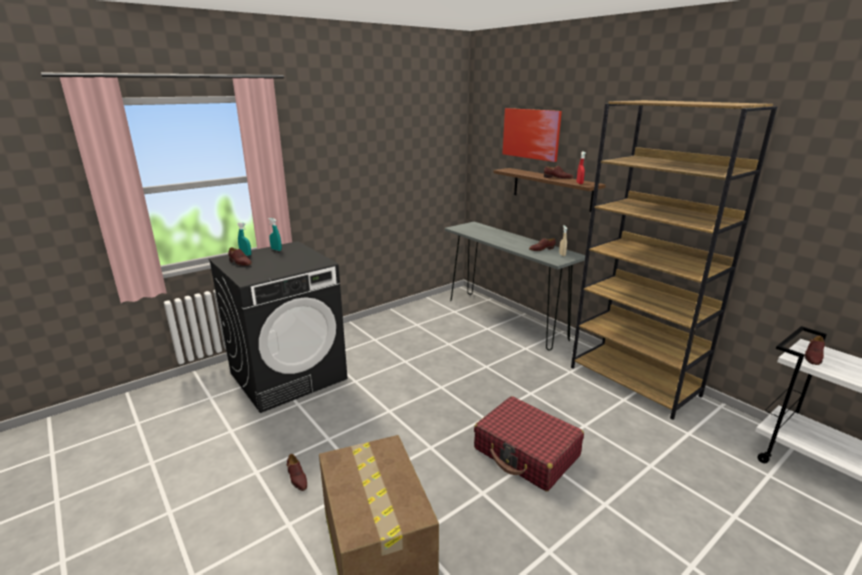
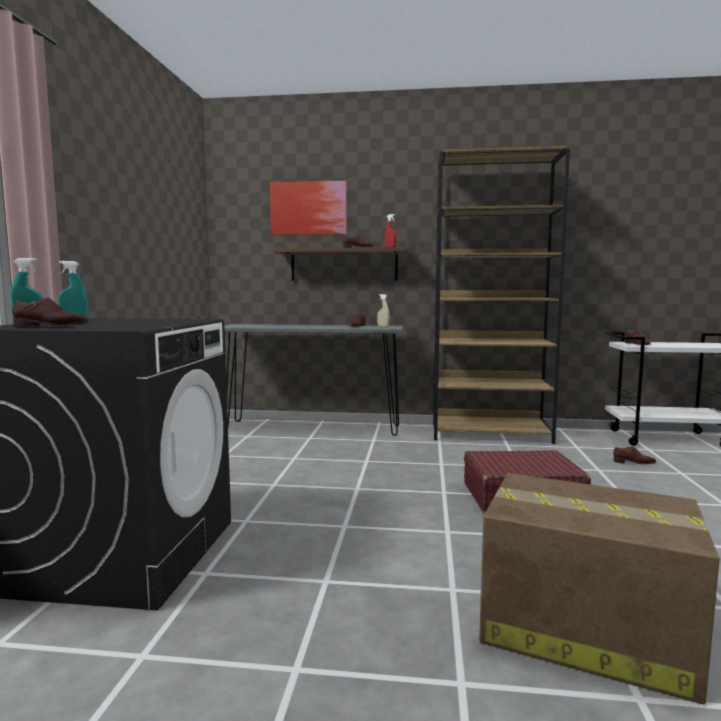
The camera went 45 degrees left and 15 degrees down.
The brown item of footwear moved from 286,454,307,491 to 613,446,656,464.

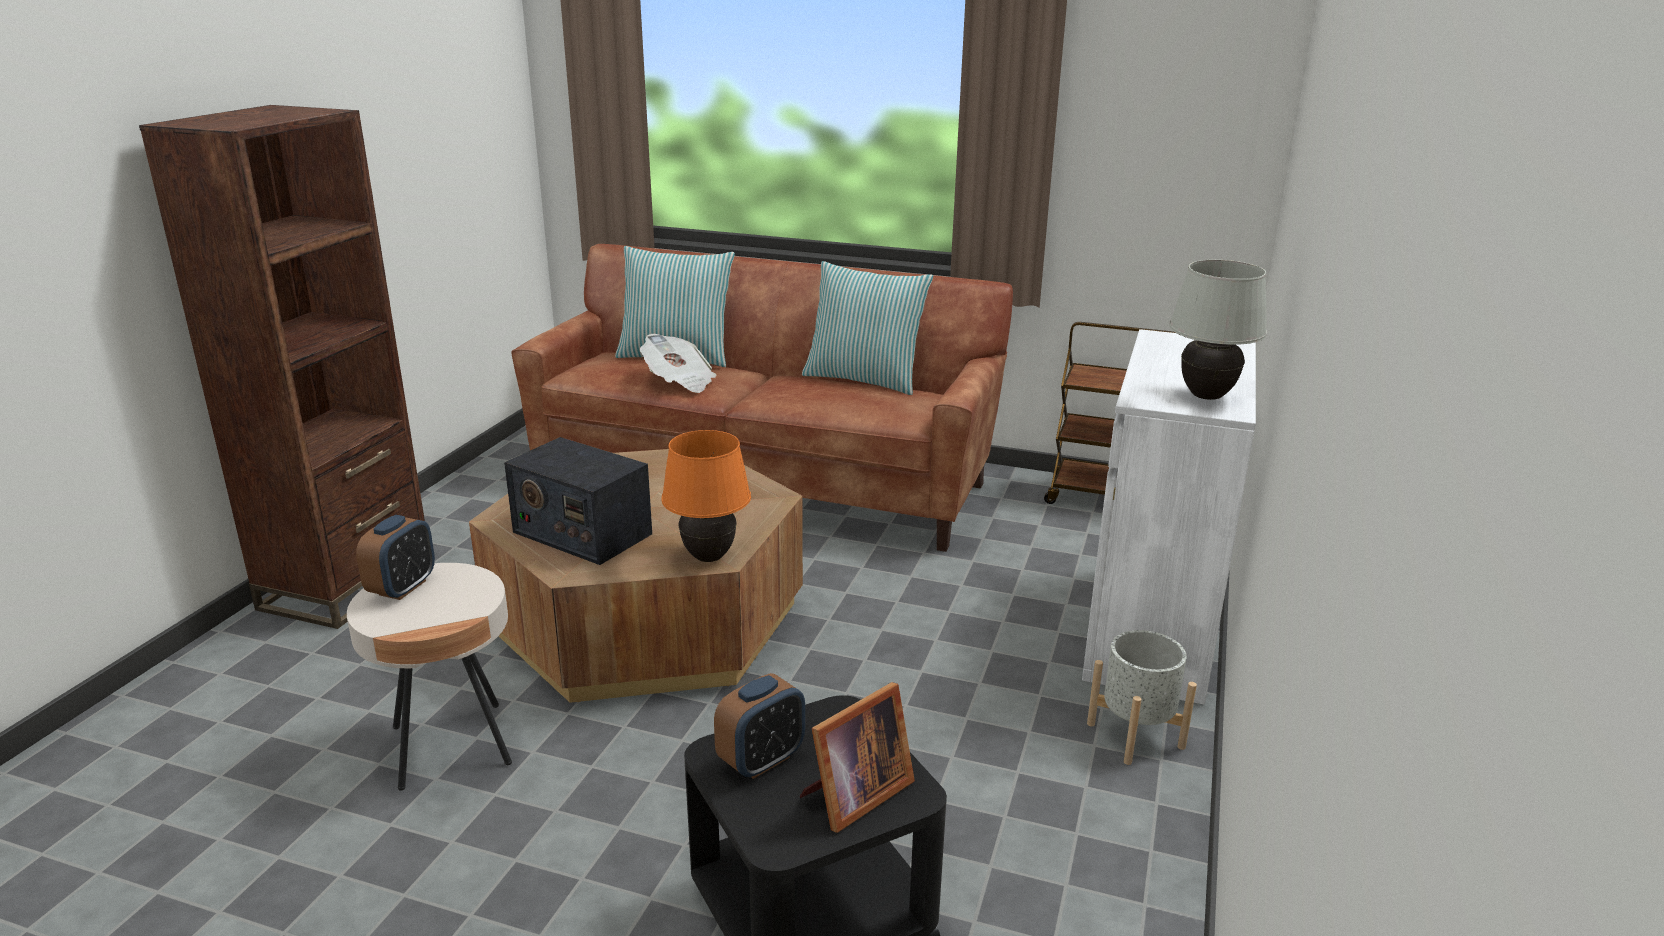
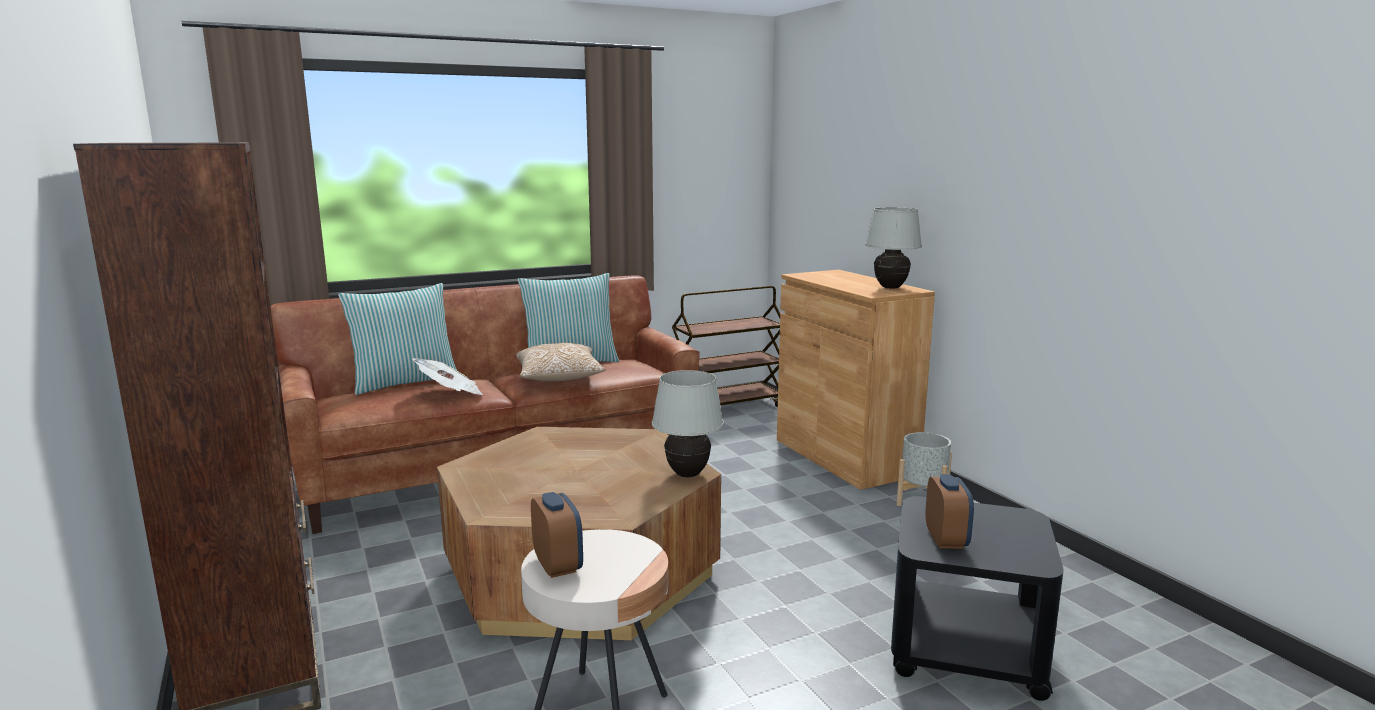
The camera went 45 degrees left and 10 degrees down.
The white-coloured cabinet at 1082,329,1256,705 became the brown cabinet at 777,270,935,490.
The orangey table lamp at 662,430,751,562 became the white-coloured table lamp at 652,370,724,477.
The radio set at 504,437,652,565 disappeared.
The picture frame at 799,682,915,833 disappeared.
The pillow at 516,343,606,381 appeared.

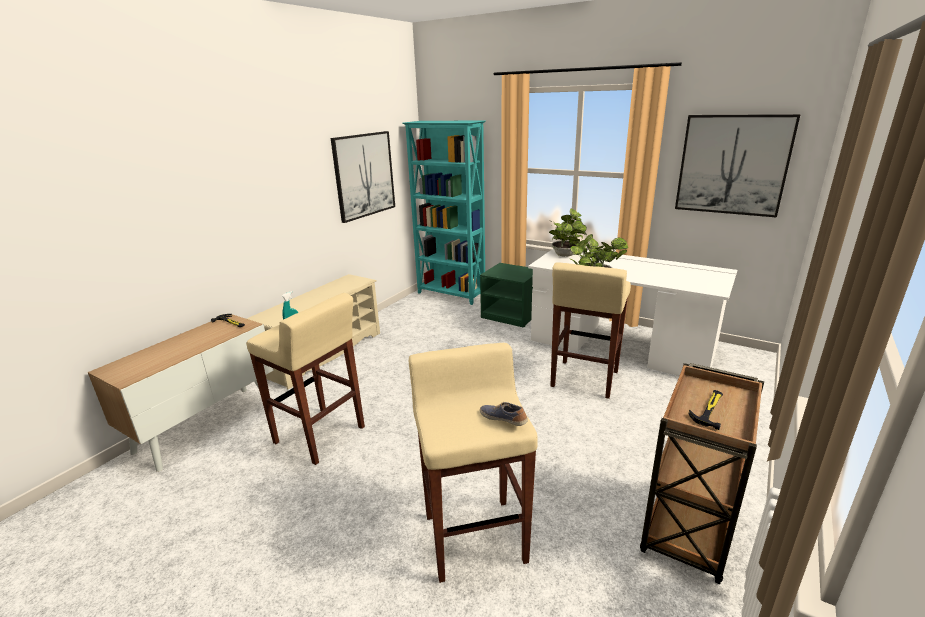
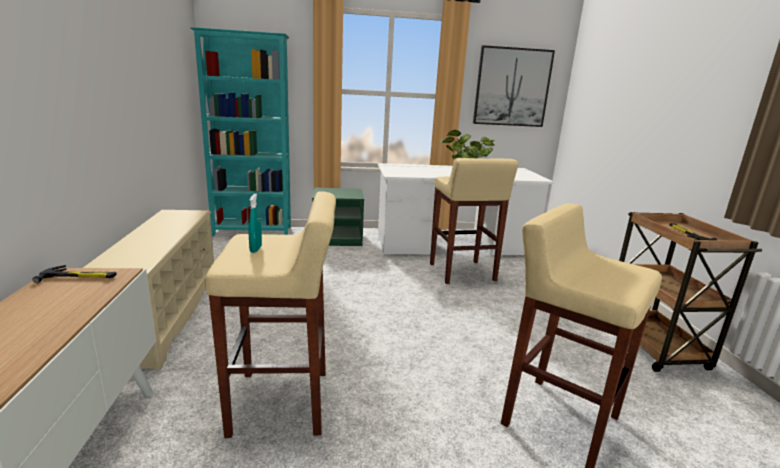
The camera went 40 degrees left and 5 degrees down.
The wall picture at 331,131,395,223 disappeared.
The potted plant at 549,209,587,257 disappeared.
The item of footwear at 480,402,528,426 disappeared.

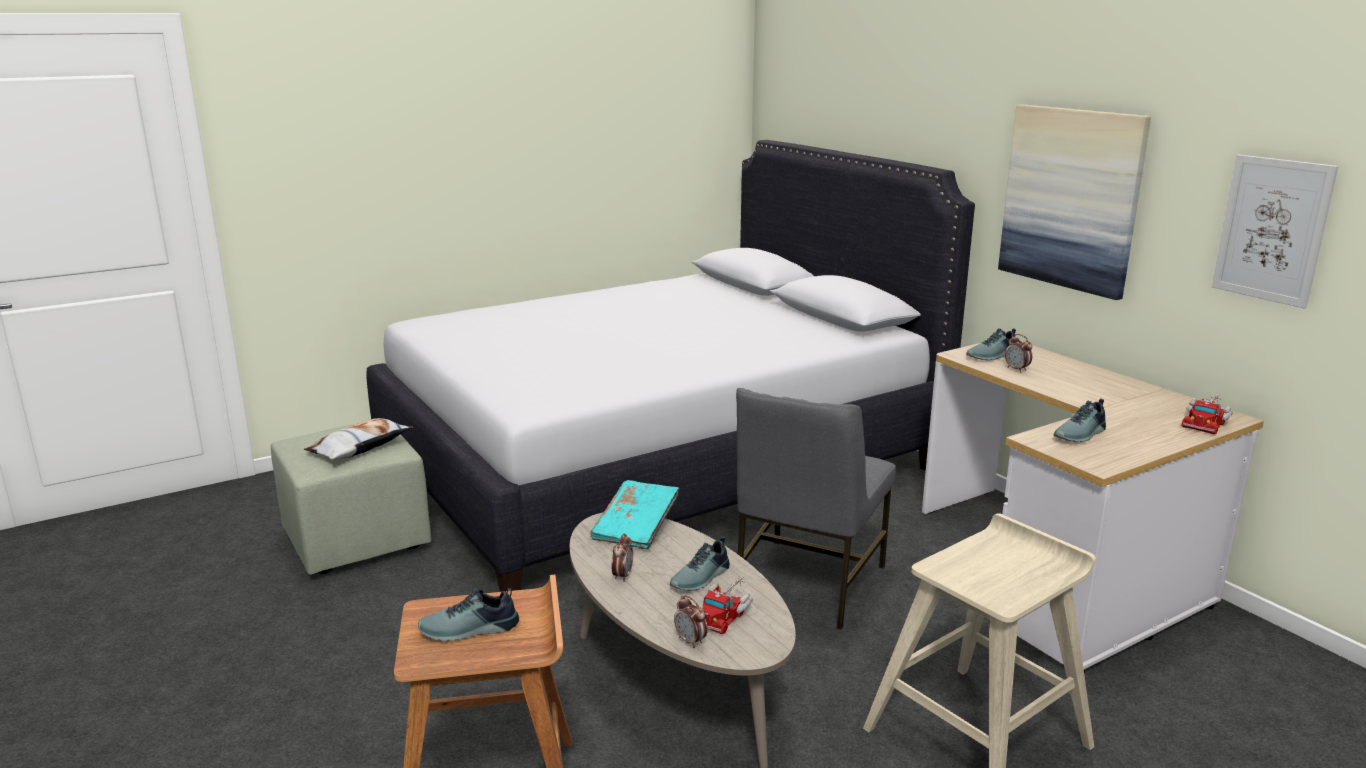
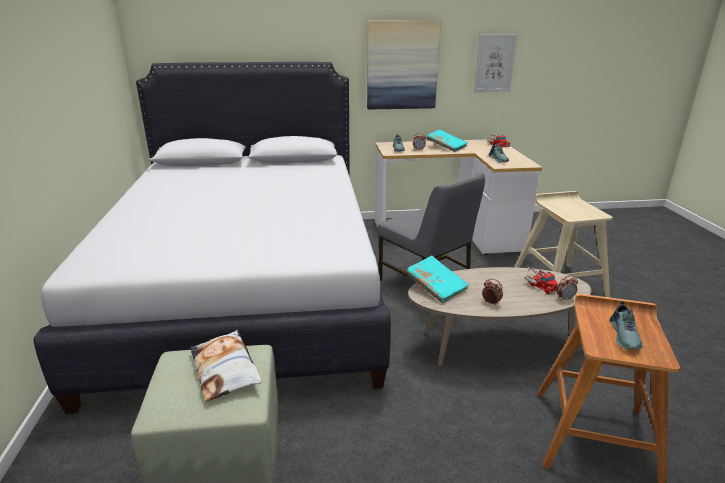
The camera went 65 degrees left and 5 degrees up.
The item of footwear at 669,536,730,591 disappeared.
The turquoise book at 426,129,468,152 appeared.

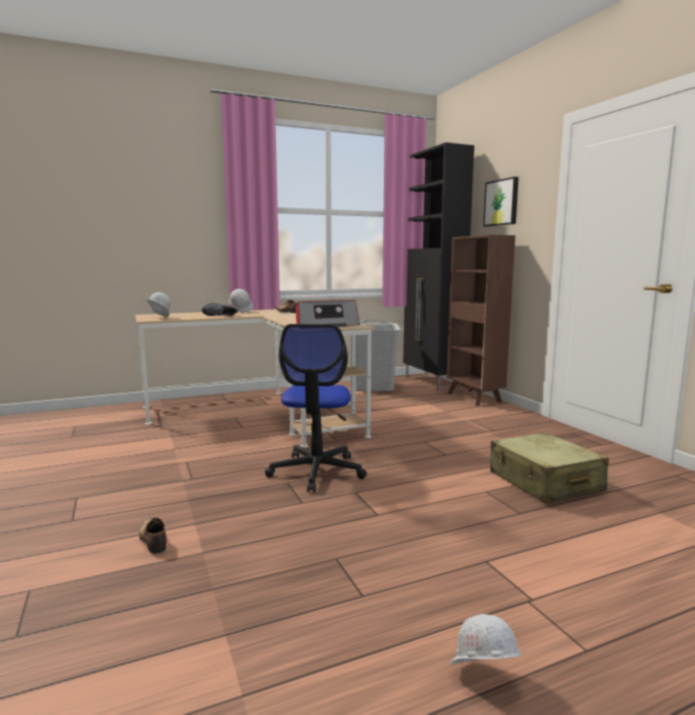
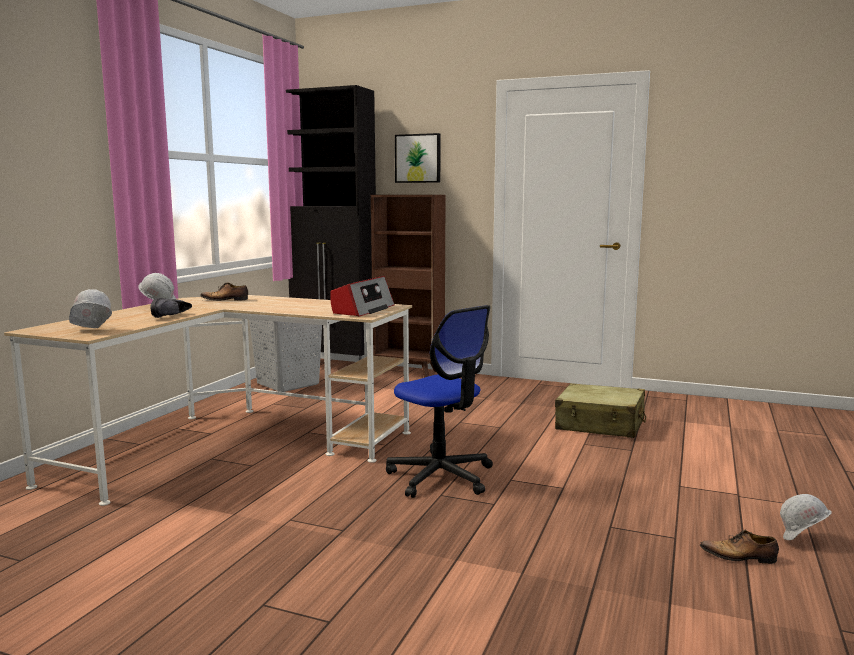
The camera went 45 degrees left and 0 degrees up.
The item of footwear moved from 139,517,167,554 to 700,530,779,564.

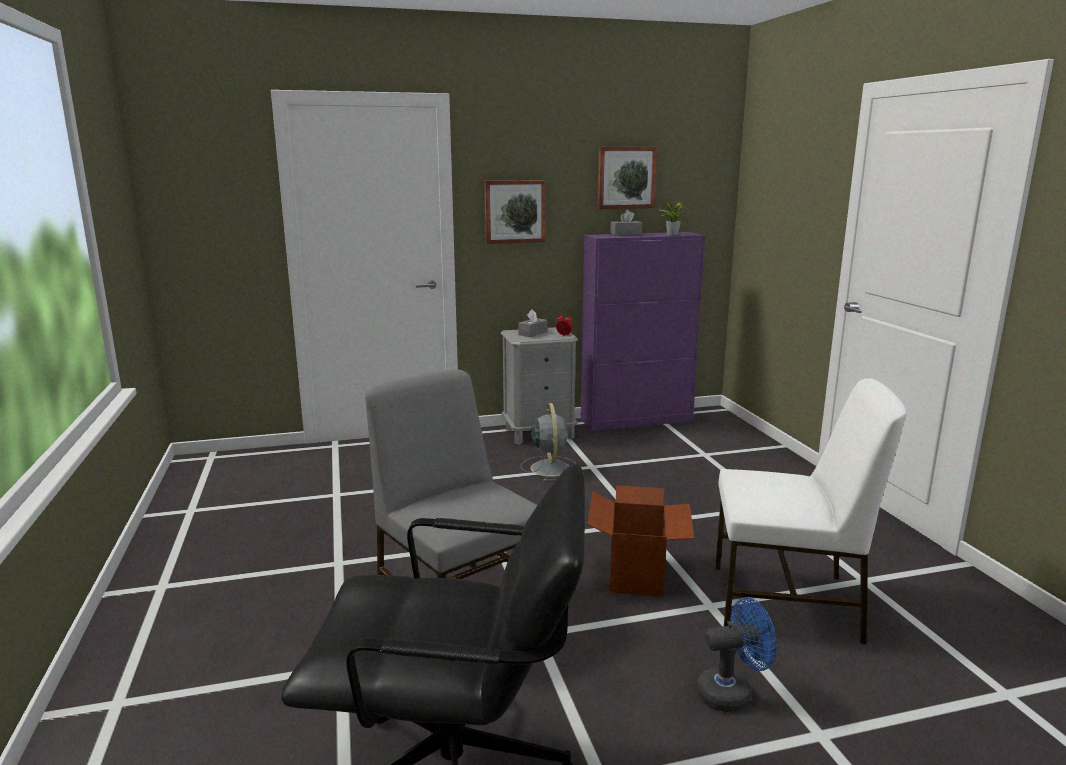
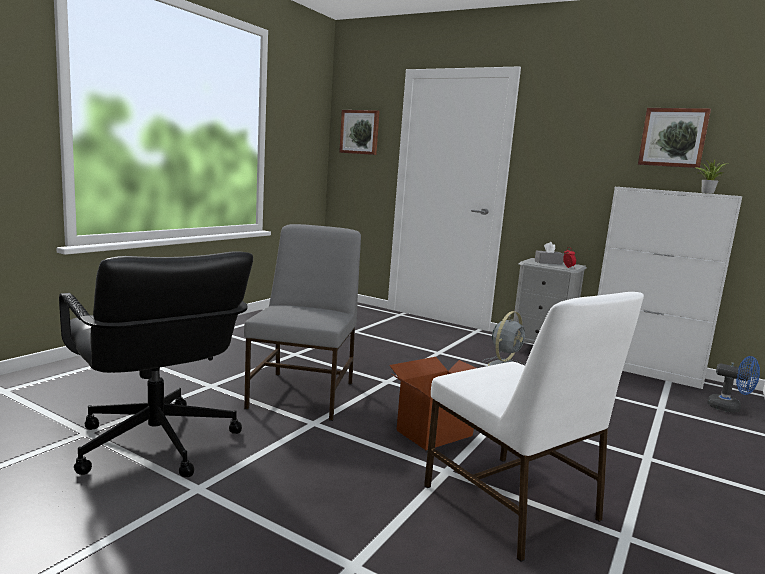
The camera went 45 degrees right and 5 degrees down.
The wall picture moved from 484,180,546,244 to 339,110,380,155.
The greyish box of tissues at 610,210,642,236 disappeared.
The purple cabinet at 581,232,706,431 became the white-coloured cabinet at 598,187,742,389.
The blue-coloured cooling fan moved from 697,598,777,712 to 707,356,760,413.

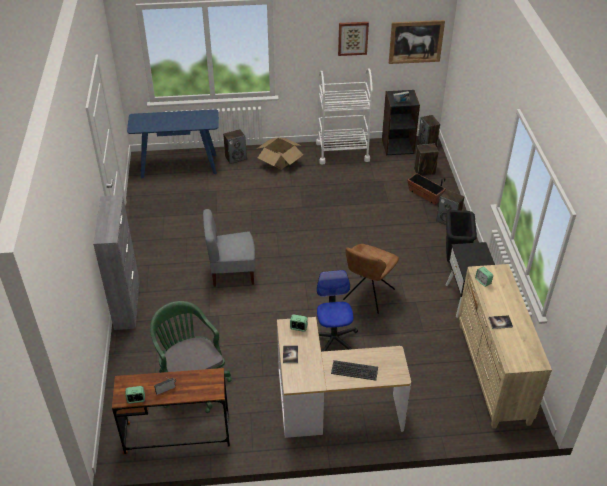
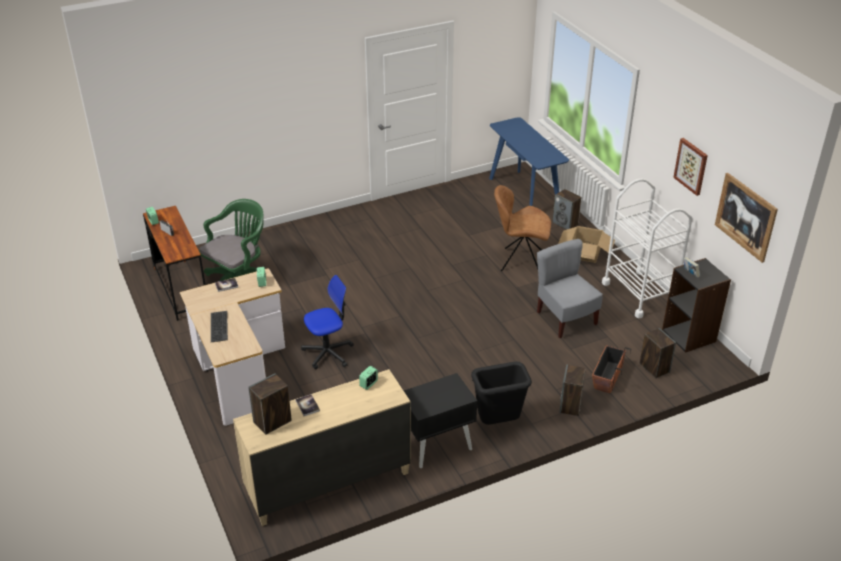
The camera went 70 degrees right and 5 degrees down.
The speaker moved from 418,115,440,147 to 248,373,292,435.
The greyish cabinet at 93,195,140,330 disappeared.
The greyish plain chair moved from 203,209,255,287 to 537,239,603,338.
The brown plain chair moved from 343,244,399,314 to 494,185,551,271.

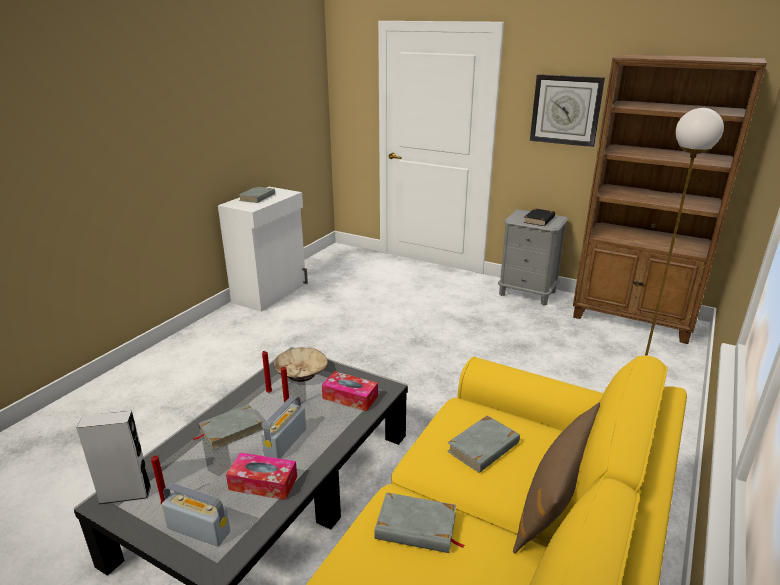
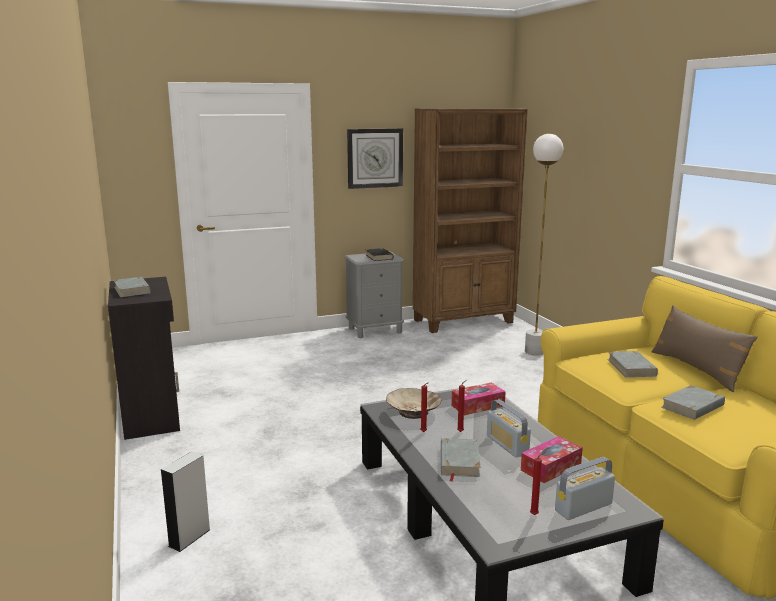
The camera went 50 degrees left and 10 degrees down.
The white-coloured cabinet at 218,187,308,312 became the black-coloured cabinet at 108,277,180,440.
The greyish speaker moved from 77,411,151,504 to 161,452,211,552.

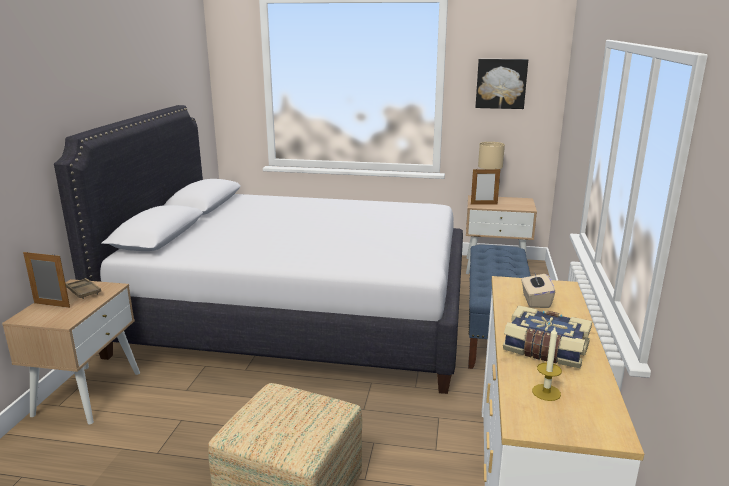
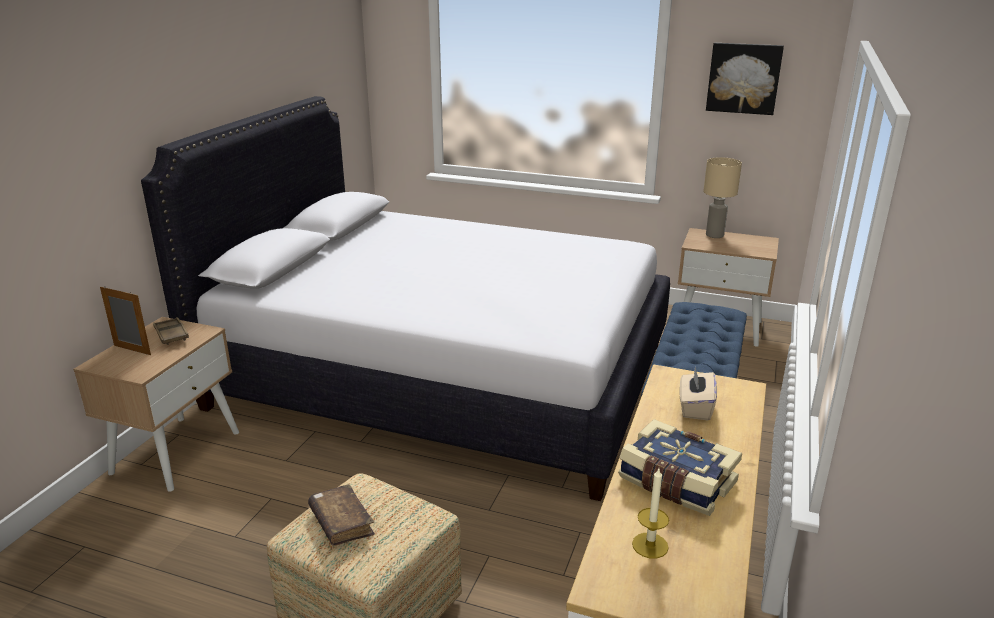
The camera went 10 degrees right and 5 degrees up.
The picture frame at 471,168,500,205 disappeared.
The brown book at 308,484,375,546 appeared.

